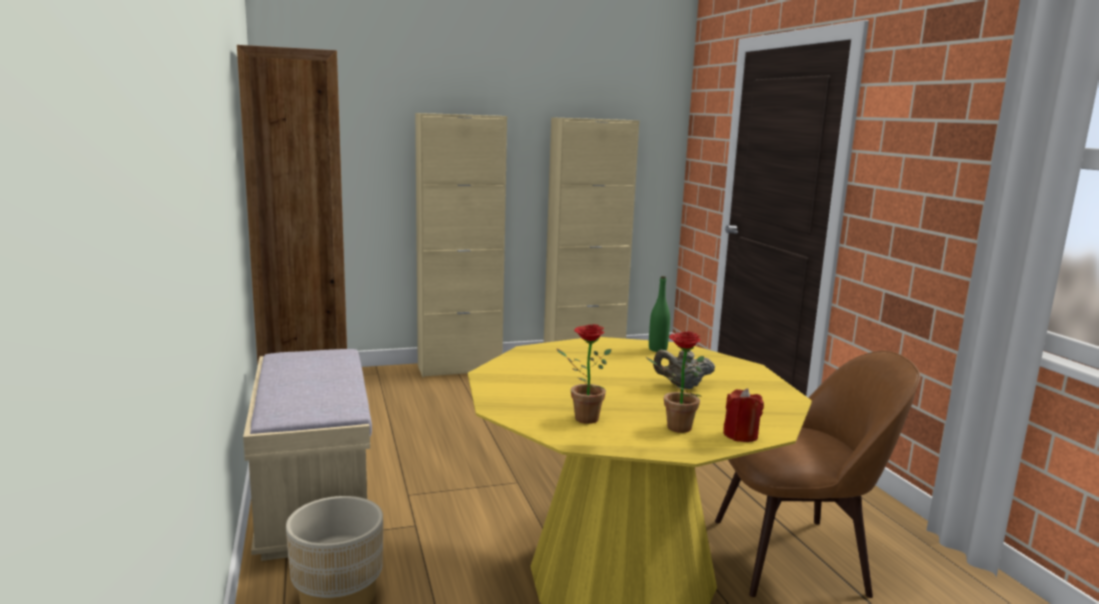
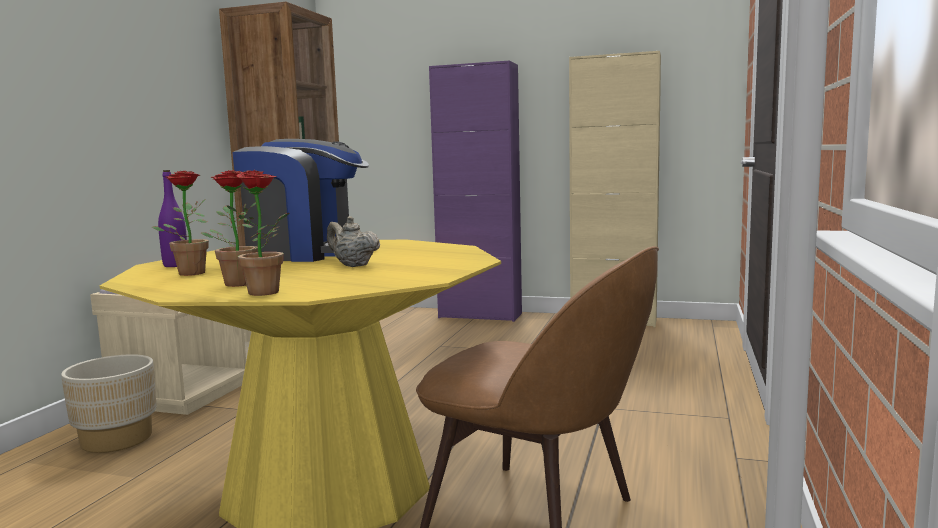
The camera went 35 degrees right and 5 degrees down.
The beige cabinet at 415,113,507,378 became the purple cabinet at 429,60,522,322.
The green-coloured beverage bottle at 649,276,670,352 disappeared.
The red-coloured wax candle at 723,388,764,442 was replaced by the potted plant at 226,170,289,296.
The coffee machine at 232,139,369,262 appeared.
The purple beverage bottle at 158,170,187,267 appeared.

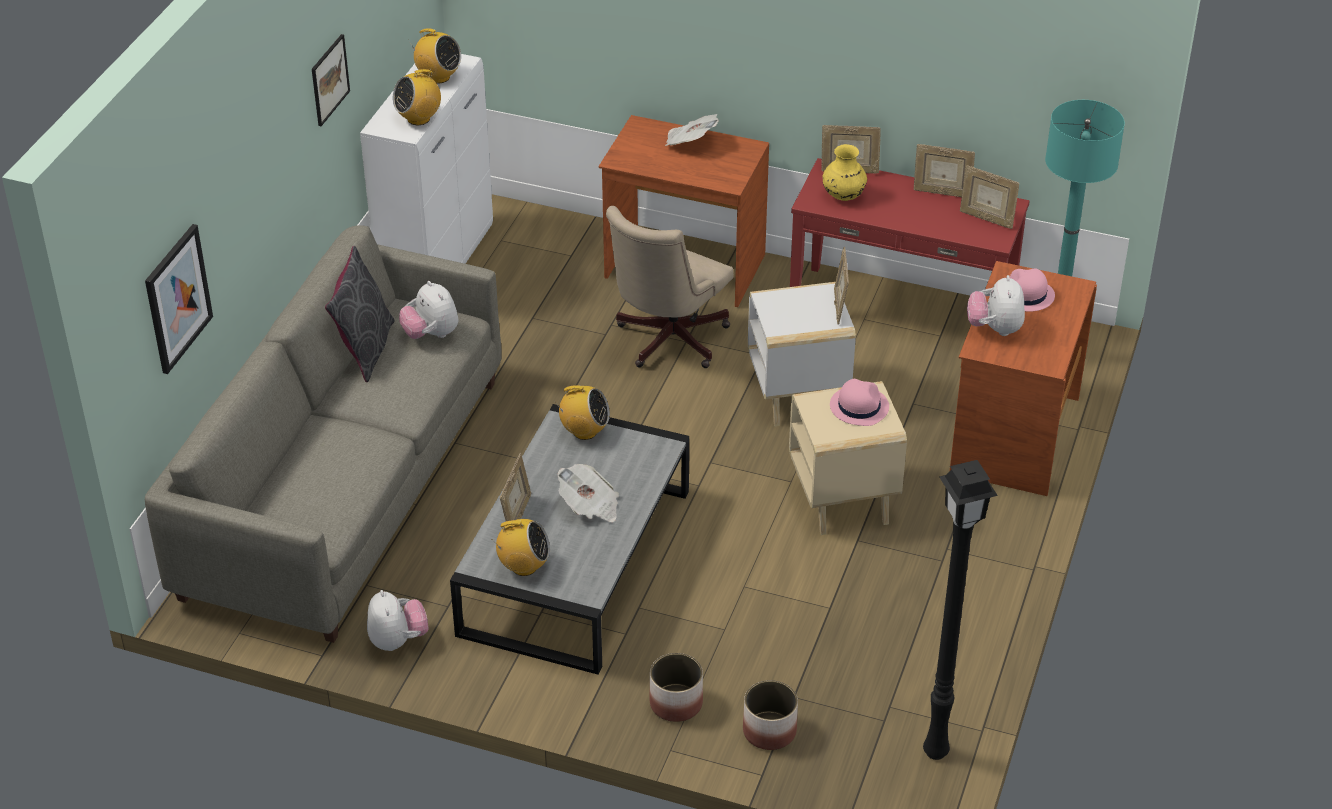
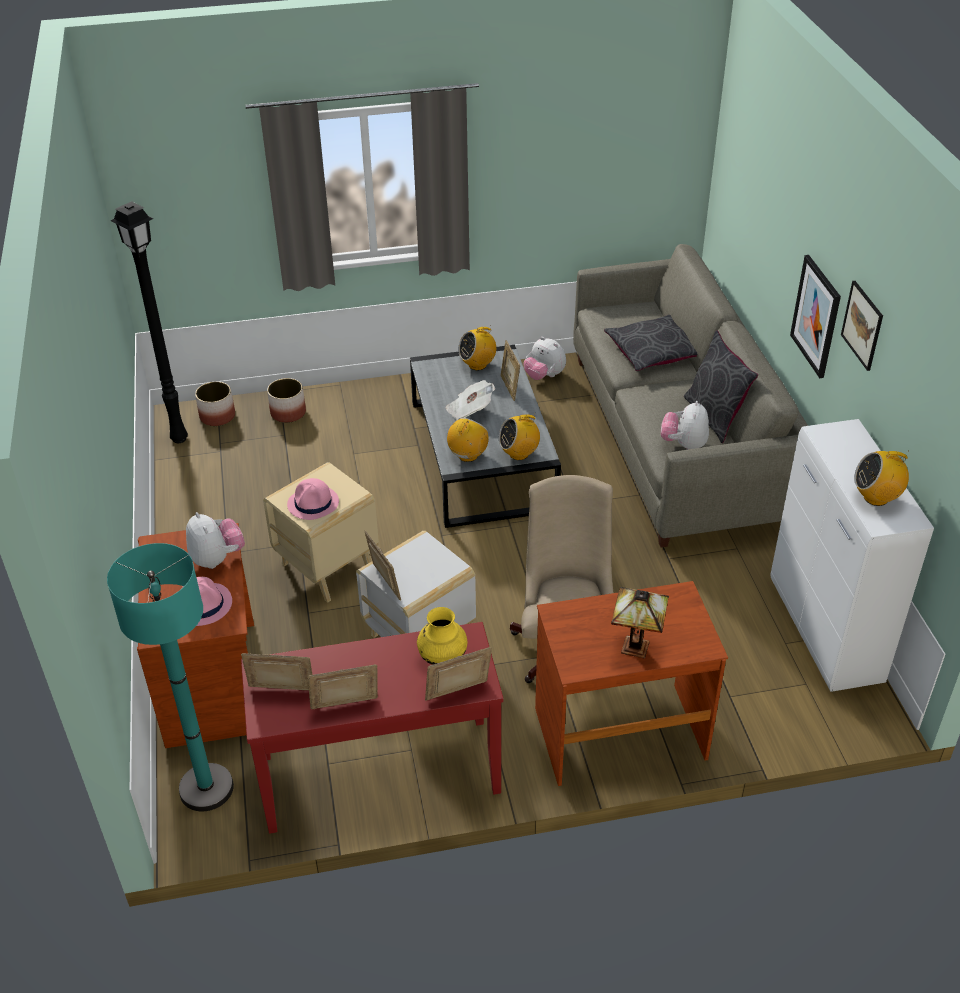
The camera went 150 degrees right and 0 degrees up.
The radio set moved from 393,67,441,125 to 447,418,489,462.
The newspaper at 665,114,719,146 was replaced by the table lamp at 611,587,669,659.
The wall picture moved from 145,224,213,374 to 790,255,841,378.
The plush toy at 399,281,459,339 turned 105 degrees counterclockwise.
The planter moved from 649,653,703,722 to 195,381,235,426.
The greyish pillow at 604,315,697,371 appeared.

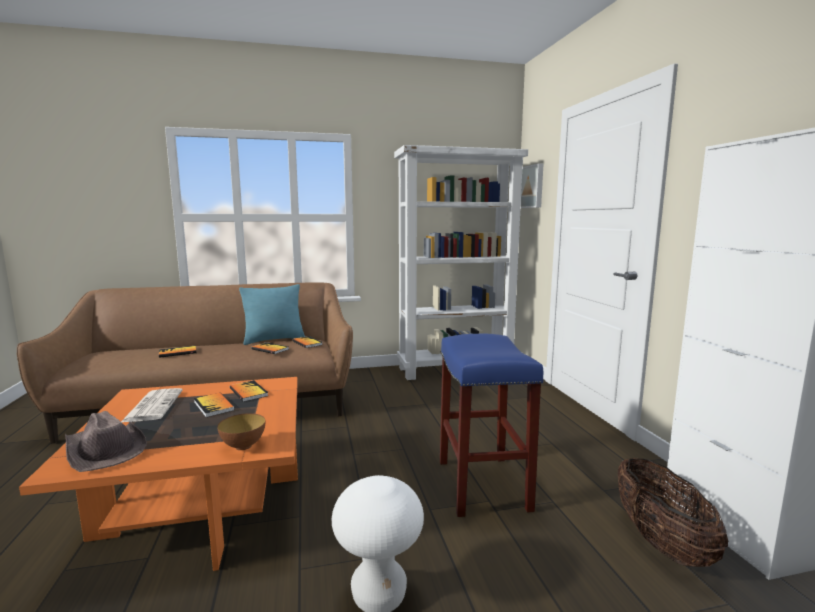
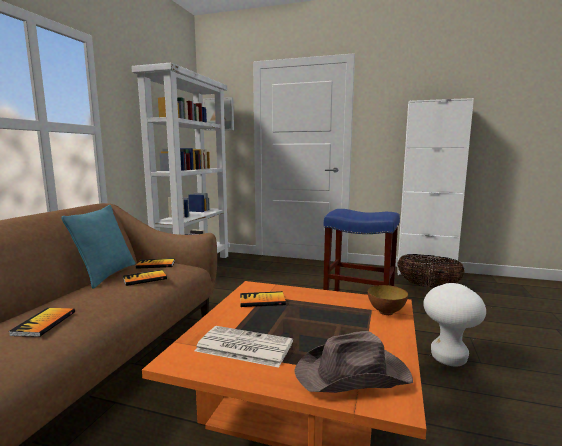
The camera went 60 degrees left and 0 degrees up.
The book at 194,393,235,417 disappeared.

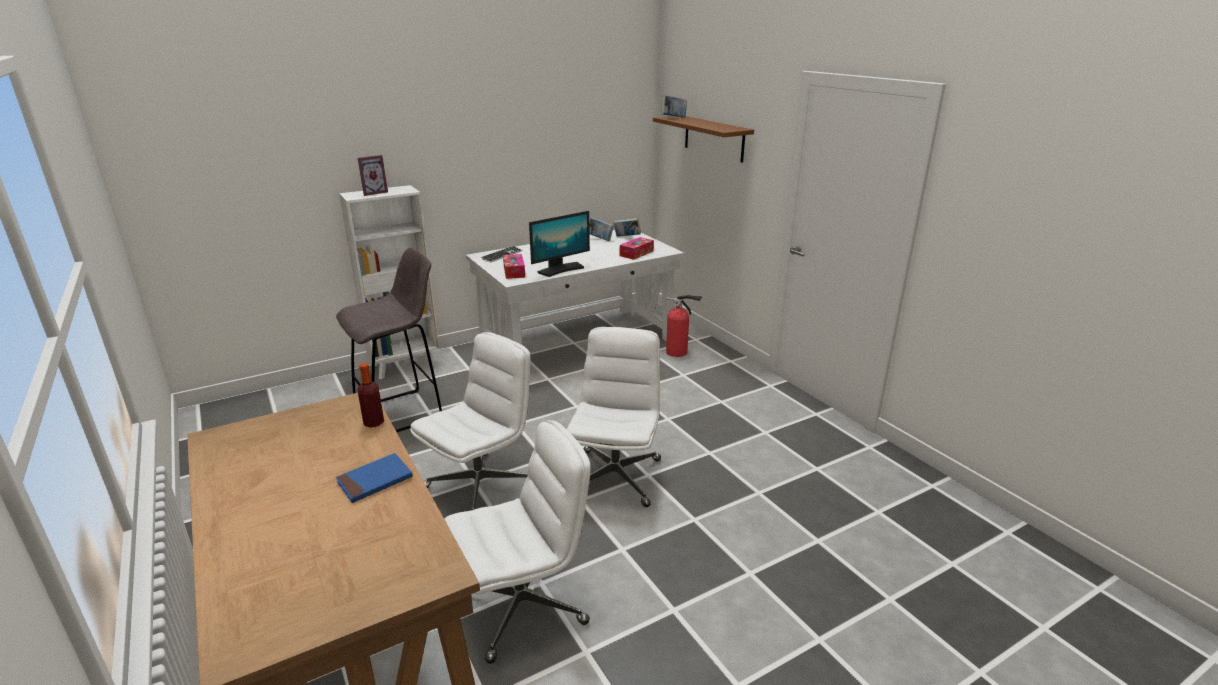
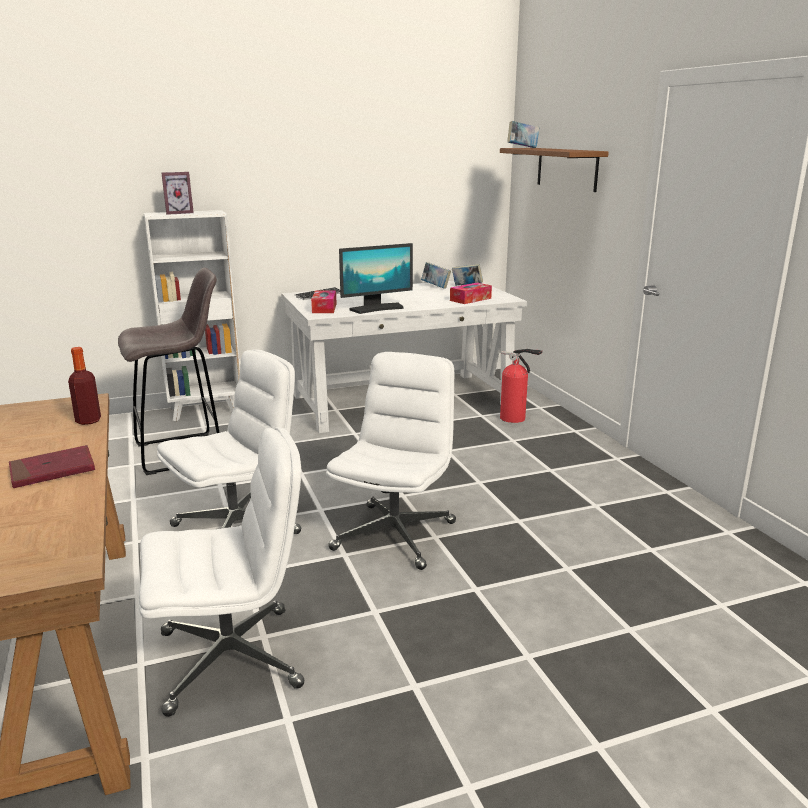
The camera went 10 degrees right and 5 degrees down.
The blue-coloured book at 336,453,413,503 became the red-coloured book at 9,445,95,488.

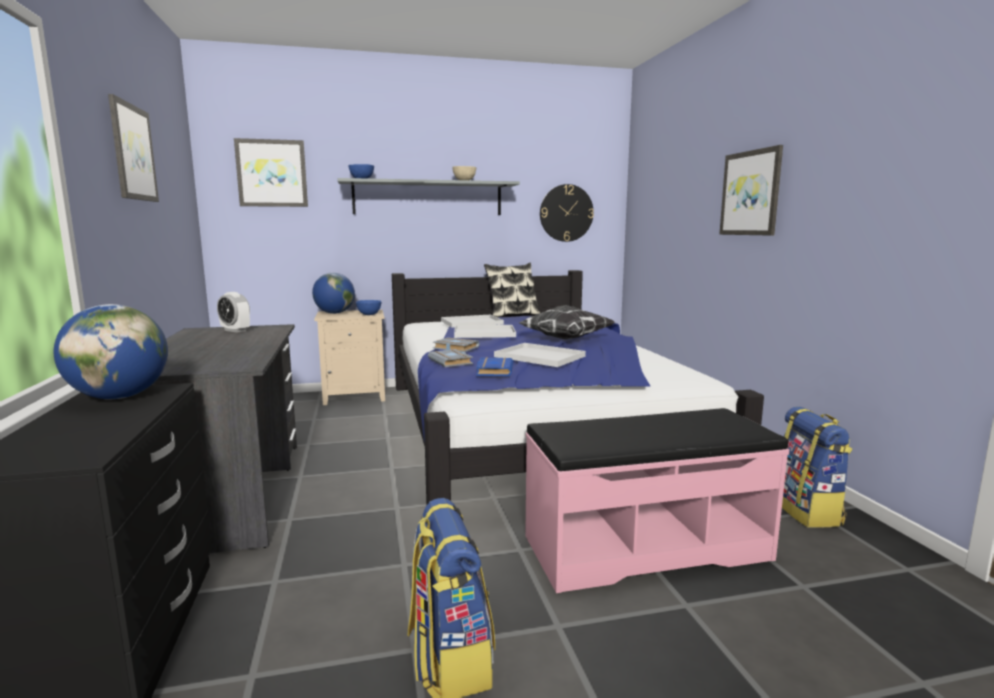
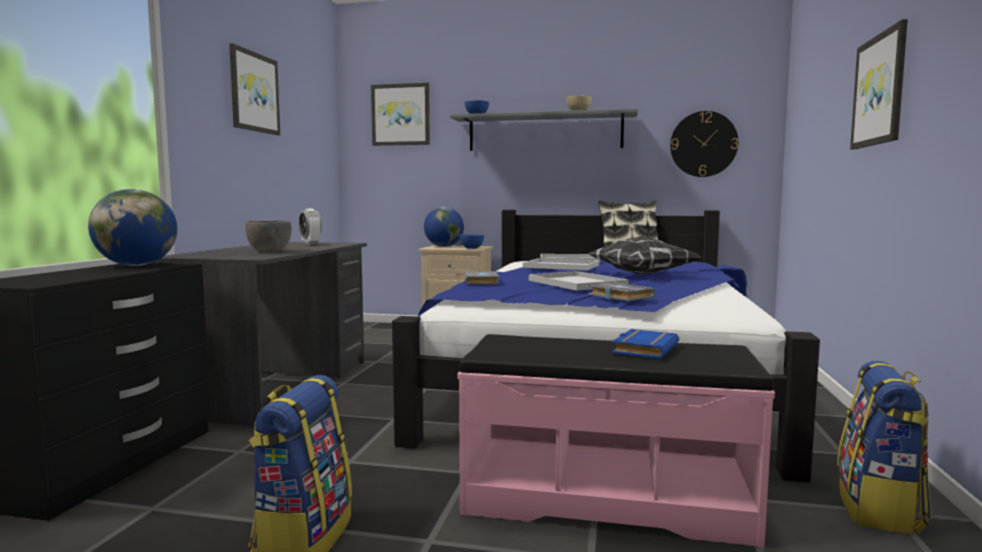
The camera went 25 degrees right and 5 degrees down.
The greyish book moved from 433,337,480,352 to 589,283,656,301.
The blue-coloured book moved from 476,357,513,376 to 612,329,679,359.
The greyish deep dish at 246,220,291,252 appeared.

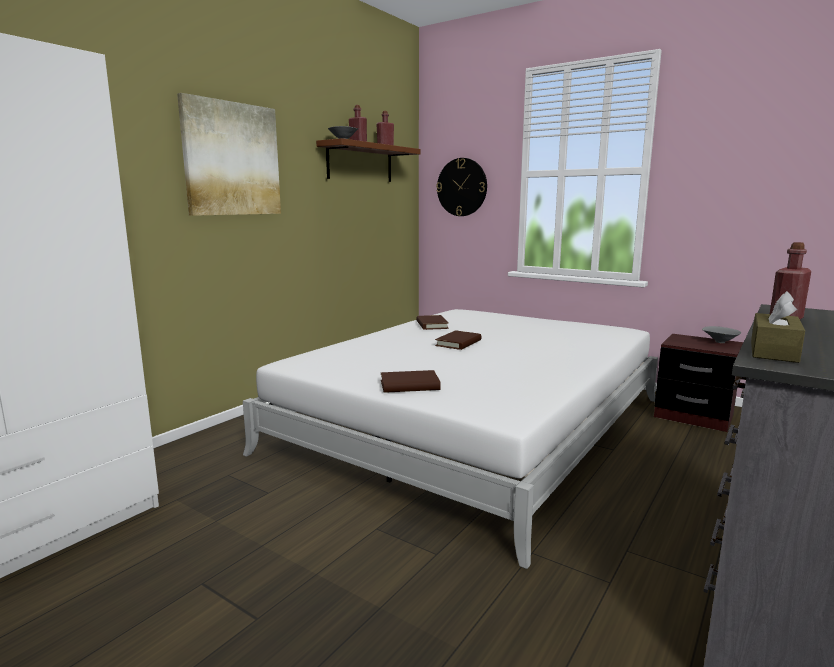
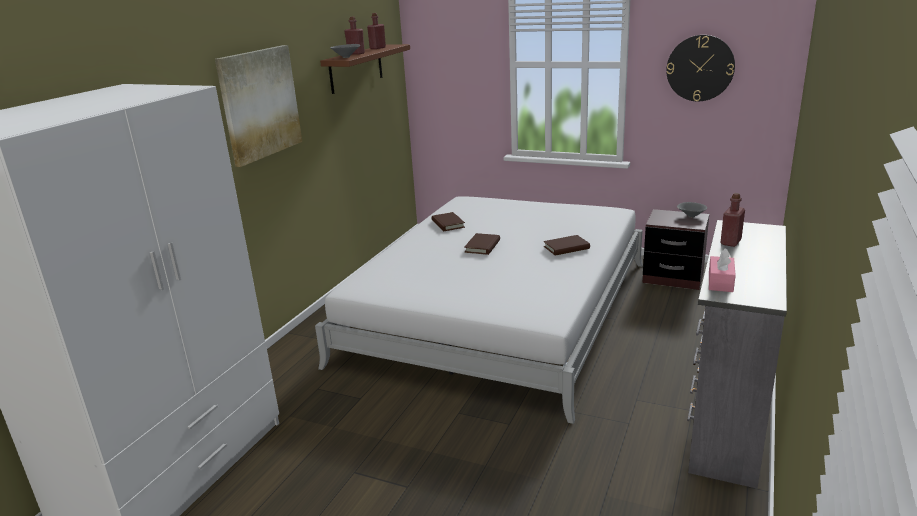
The camera went 10 degrees left and 10 degrees up.
The hanging clock moved from 436,158,487,216 to 666,35,735,101.
The brown box of tissues at 751,291,805,363 became the pinkish box of tissues at 709,249,736,292.
The brown book moved from 381,370,441,393 to 544,235,590,256.

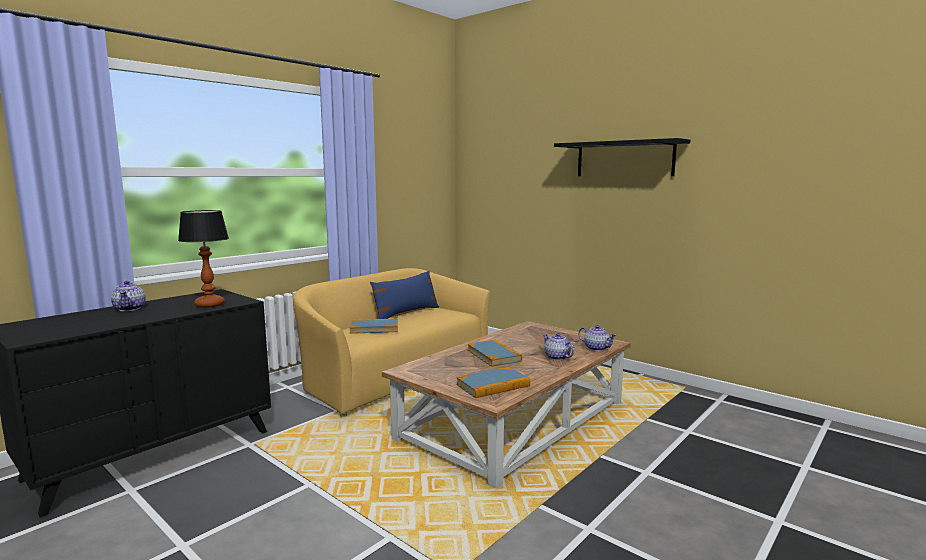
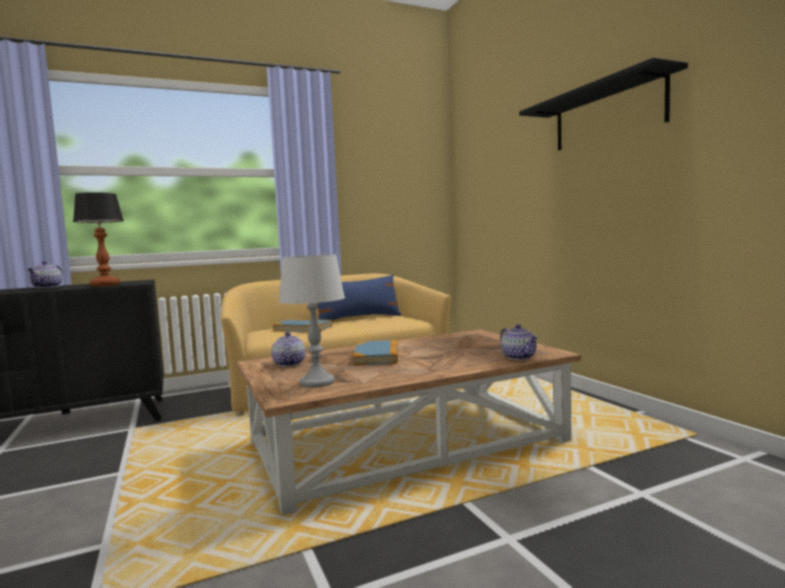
The camera went 25 degrees right and 5 degrees down.
The pot for tea moved from 542,333,575,360 to 272,332,306,367.
The book at 456,367,530,398 was replaced by the greyish table lamp at 279,255,345,387.

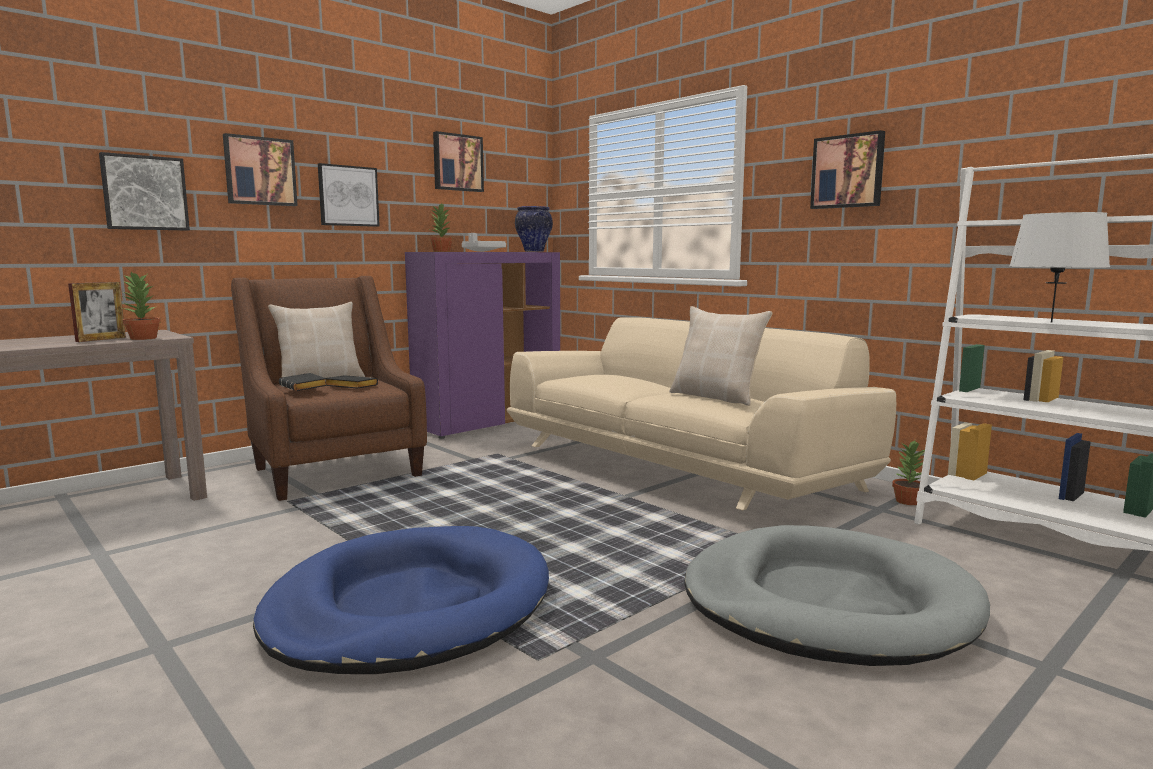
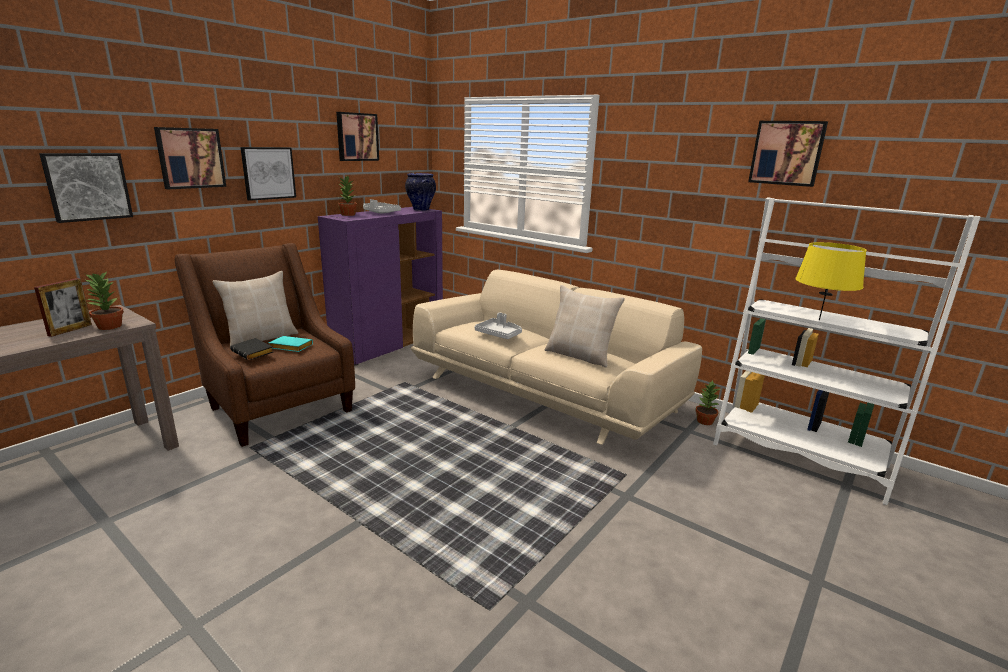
The camera went 10 degrees left and 10 degrees up.
The wall picture moved from 810,130,885,209 to 748,121,828,187.
The greyish table lamp at 1010,212,1110,323 became the yellowish table lamp at 795,242,867,320.
The black-coloured book at 326,375,378,389 became the turquoise book at 269,336,313,352.
The greyish dog bed at 684,525,990,666 disappeared.
The blue-coloured dog bed at 253,526,549,674 disappeared.
The greyish serving tray at 475,312,522,339 appeared.

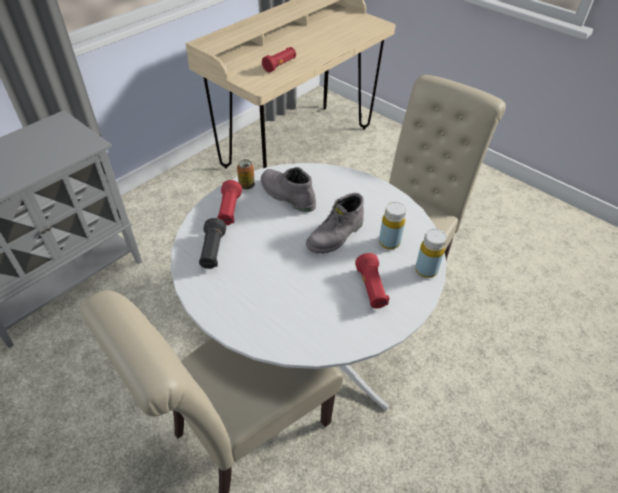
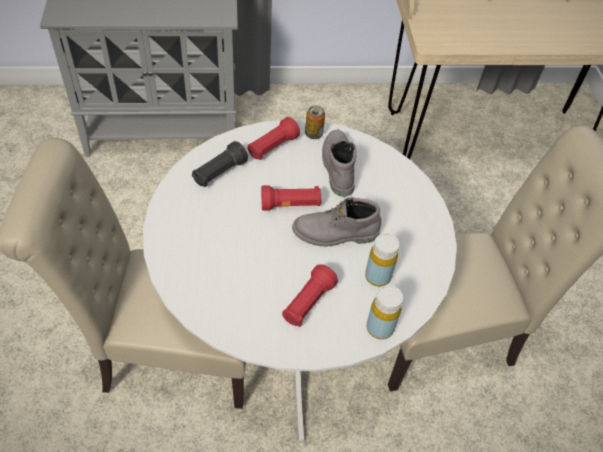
The camera went 40 degrees right and 5 degrees up.
The red-coloured hand torch moved from 262,47,296,73 to 261,185,322,211.

